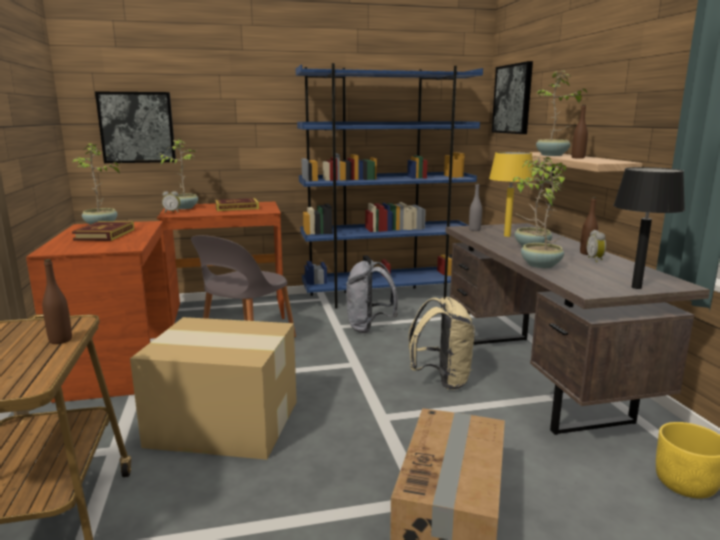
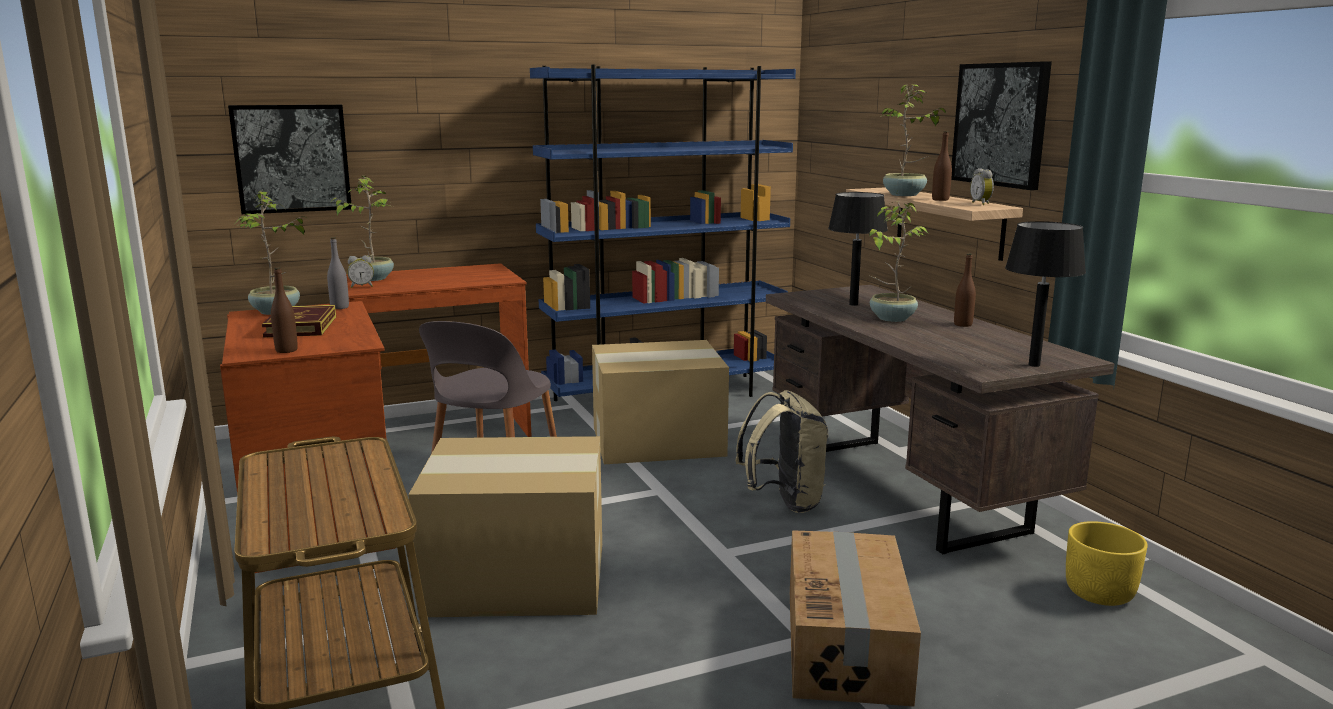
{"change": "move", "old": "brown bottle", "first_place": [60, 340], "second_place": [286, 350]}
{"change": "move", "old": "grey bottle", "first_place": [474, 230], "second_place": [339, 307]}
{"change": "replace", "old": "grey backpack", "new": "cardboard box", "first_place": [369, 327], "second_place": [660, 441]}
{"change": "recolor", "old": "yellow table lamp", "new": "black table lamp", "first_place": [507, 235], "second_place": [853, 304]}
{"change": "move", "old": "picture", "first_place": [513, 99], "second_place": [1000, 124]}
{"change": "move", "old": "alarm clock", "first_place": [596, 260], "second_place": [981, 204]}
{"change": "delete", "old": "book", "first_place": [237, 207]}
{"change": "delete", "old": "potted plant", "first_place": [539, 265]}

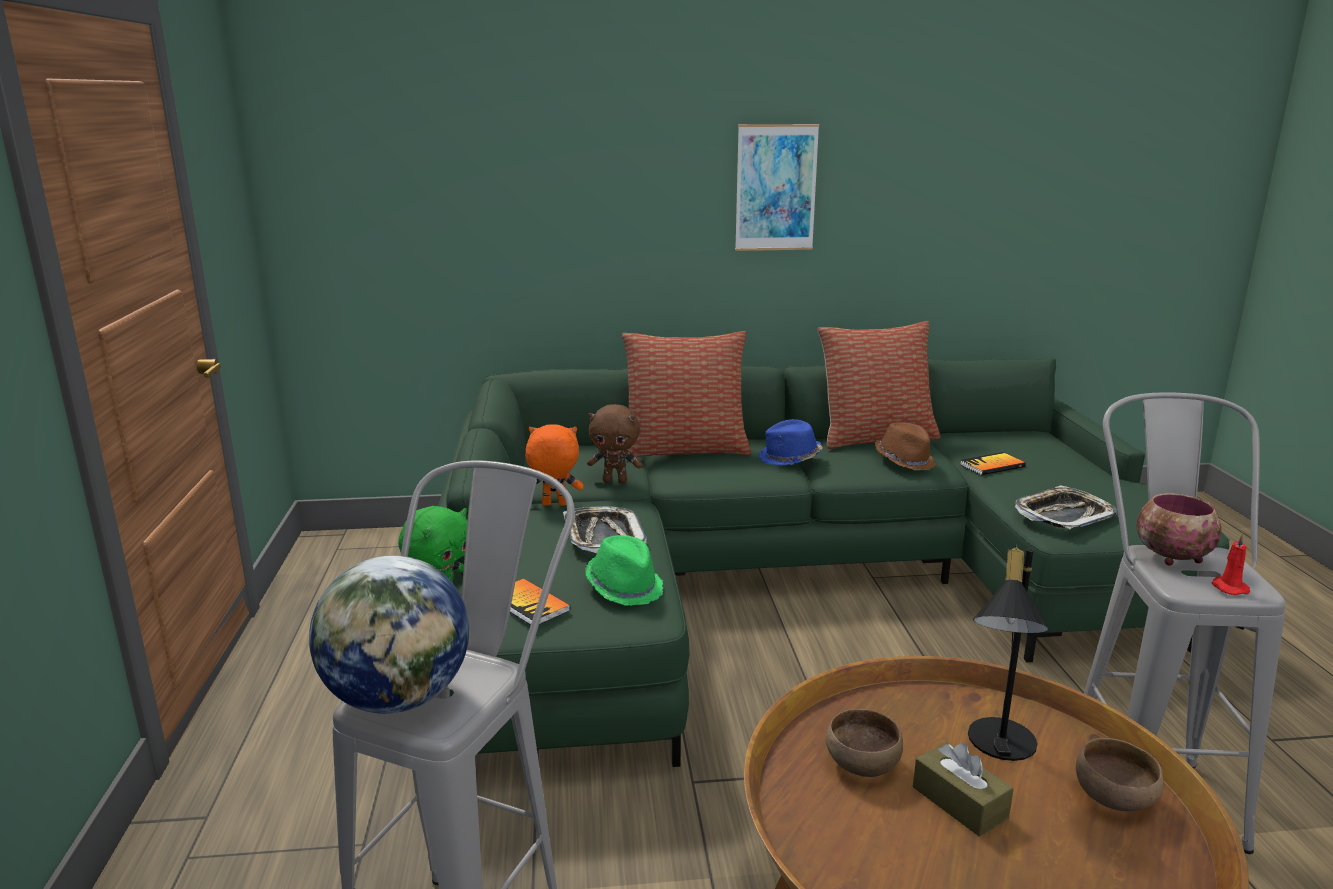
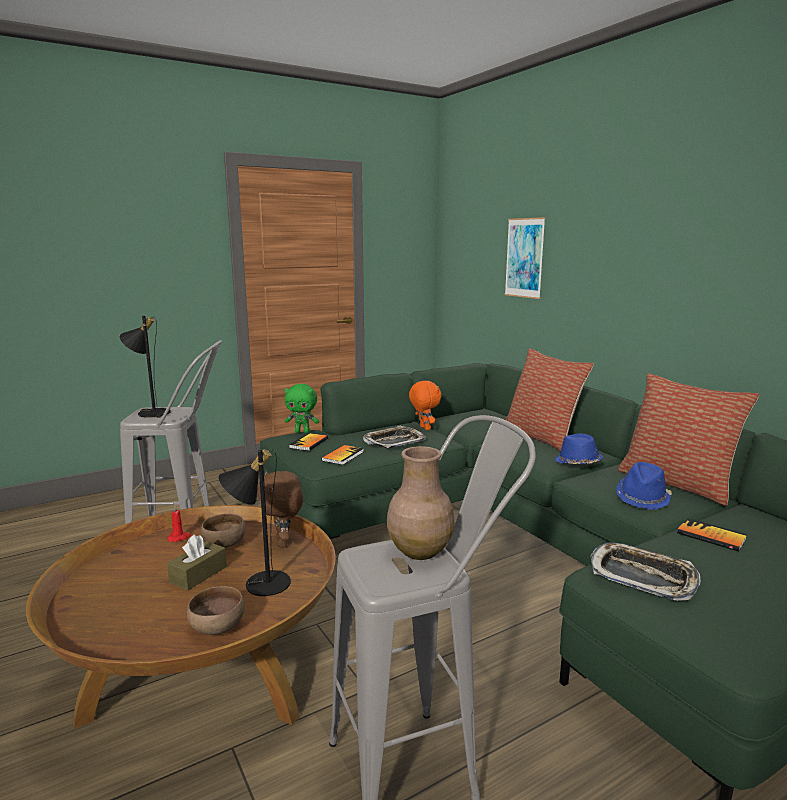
{"change": "replace", "old": "globe", "new": "black table lamp", "first_place": [399, 698], "second_place": [150, 412]}
{"change": "move", "old": "red candle", "first_place": [1228, 587], "second_place": [179, 537]}
{"change": "move", "old": "brown plush toy", "first_place": [615, 481], "second_place": [283, 542]}
{"change": "replace", "old": "green hat", "new": "book", "first_place": [625, 587], "second_place": [343, 456]}
{"change": "replace", "old": "bowl", "new": "brown vase", "first_place": [1172, 557], "second_place": [419, 551]}
{"change": "move", "old": "picture", "first_place": [776, 188], "second_place": [524, 258]}
{"change": "recolor", "old": "brown hat", "new": "blue hat", "first_place": [904, 461], "second_place": [643, 497]}

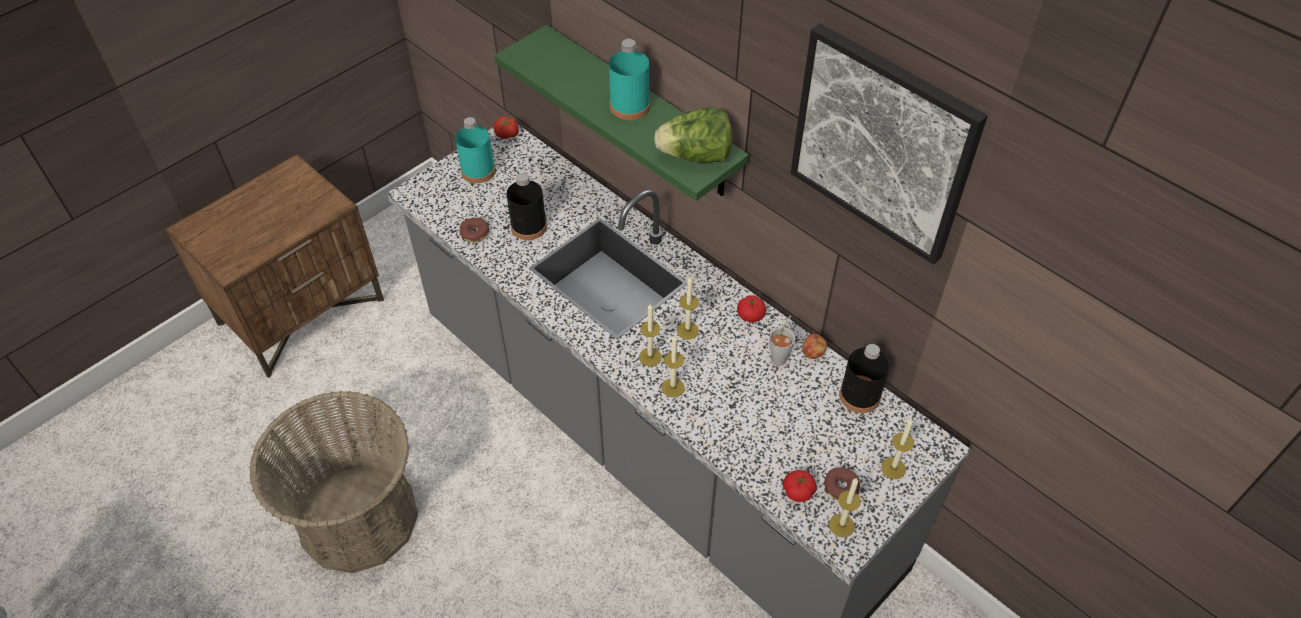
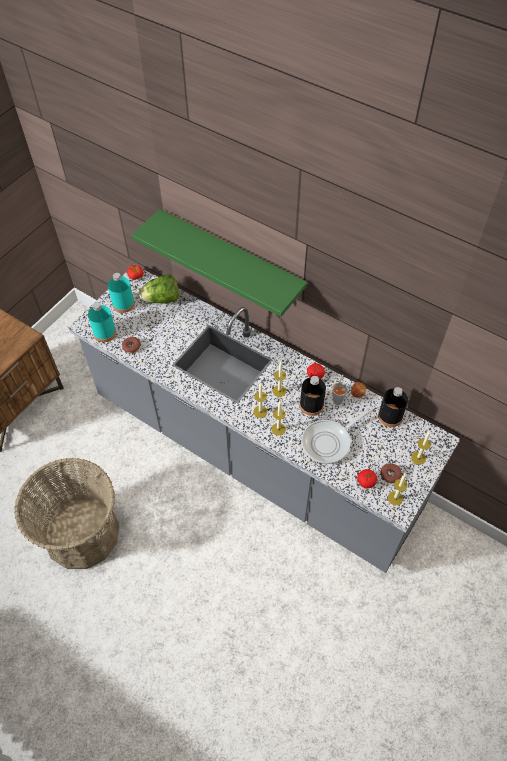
{"change": "move", "old": "turquoise bottle", "first_place": [629, 106], "second_place": [105, 333]}
{"change": "move", "old": "lettuce", "first_place": [695, 156], "second_place": [162, 299]}
{"change": "move", "old": "black bottle", "first_place": [529, 227], "second_place": [311, 405]}
{"change": "insert", "new": "frying pan", "second_place": [329, 441]}
{"change": "delete", "old": "picture", "first_place": [882, 144]}

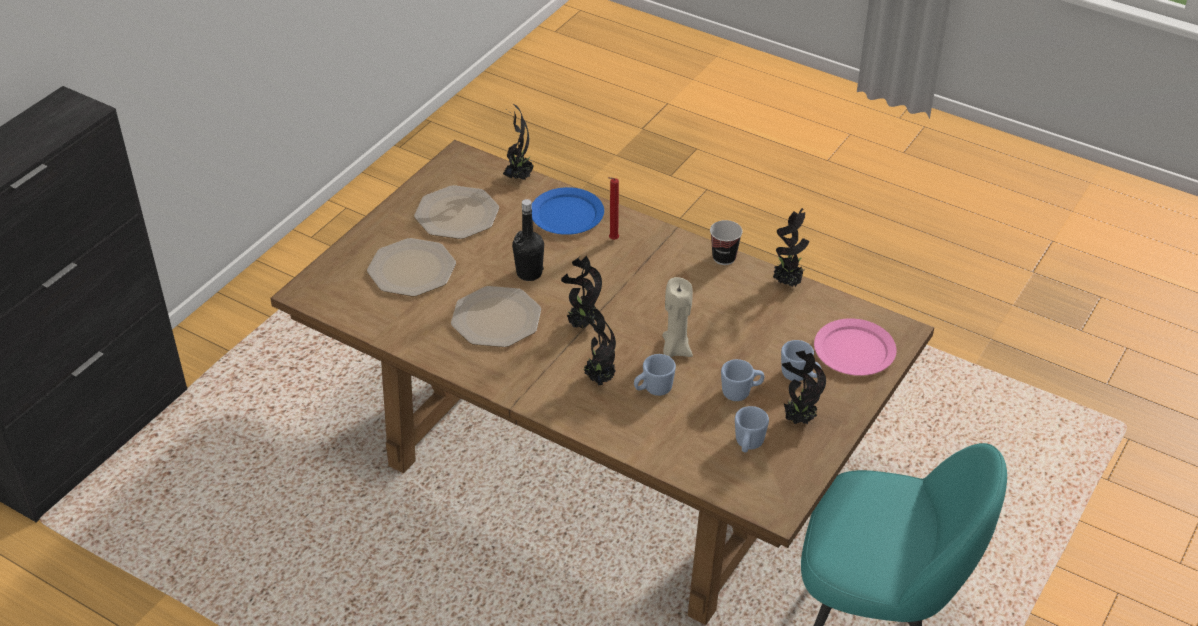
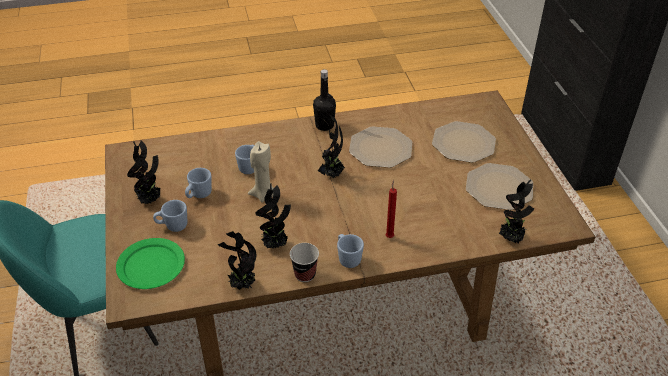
{"change": "recolor", "old": "pink plate", "new": "green plate", "first_place": [854, 350], "second_place": [151, 266]}
{"change": "move", "old": "potted plant", "first_place": [598, 379], "second_place": [275, 245]}
{"change": "move", "old": "black bottle", "first_place": [529, 273], "second_place": [324, 125]}
{"change": "move", "old": "blue mug", "first_place": [748, 445], "second_place": [347, 258]}
{"change": "delete", "old": "blue plate", "first_place": [567, 214]}

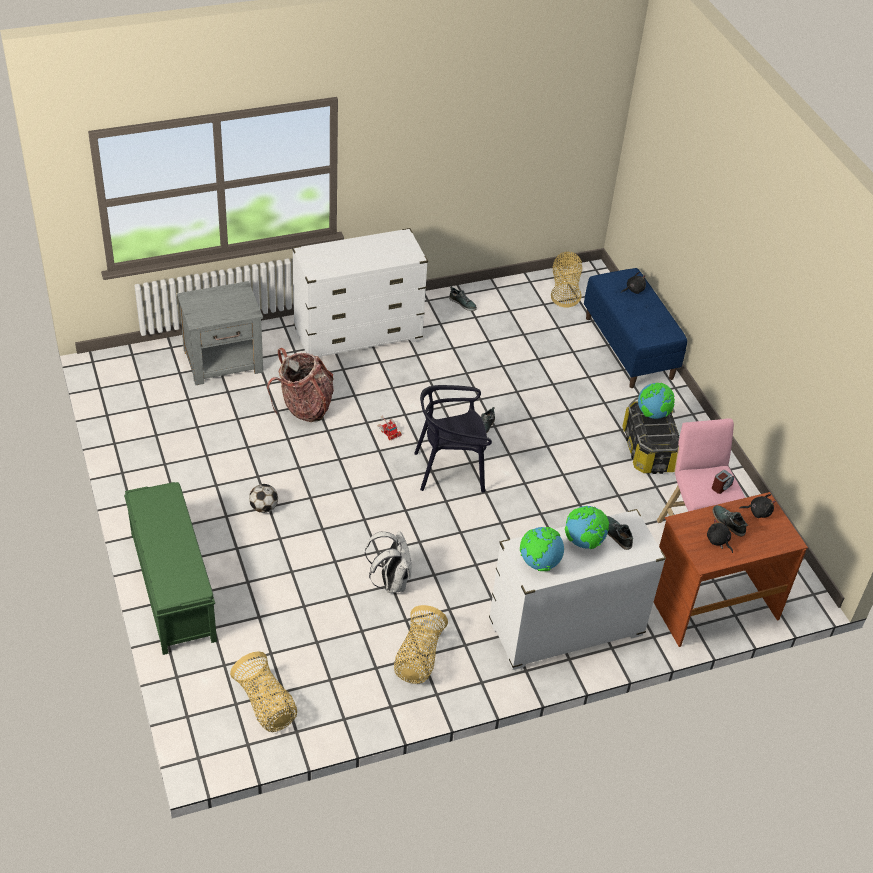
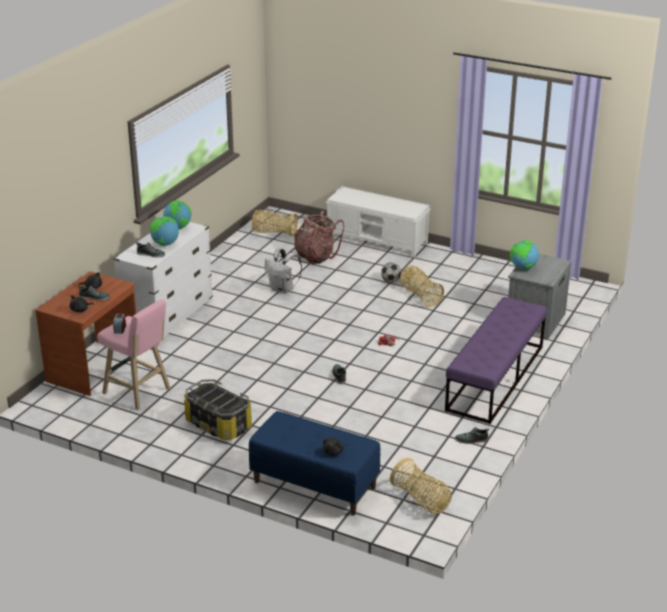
{"change": "move", "old": "backpack", "first_place": [304, 407], "second_place": [316, 256]}
{"change": "recolor", "old": "green bench", "new": "white bench", "first_place": [172, 586], "second_place": [377, 240]}
{"change": "move", "old": "basket", "first_place": [418, 657], "second_place": [420, 295]}
{"change": "replace", "old": "white dresser", "new": "purple bench", "first_place": [358, 335], "second_place": [495, 378]}
{"change": "move", "old": "globe", "first_place": [653, 414], "second_place": [523, 268]}
{"change": "delete", "old": "black chair", "first_place": [450, 470]}

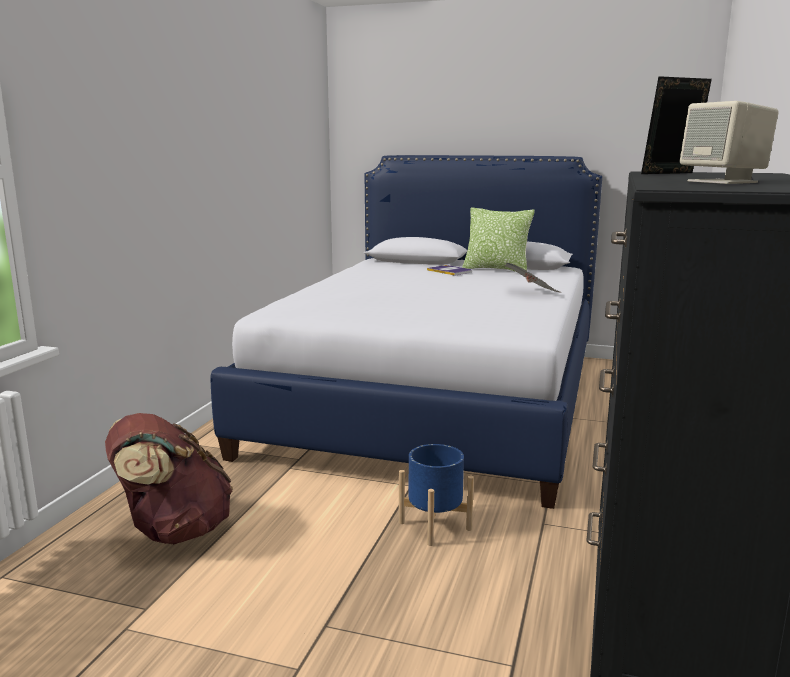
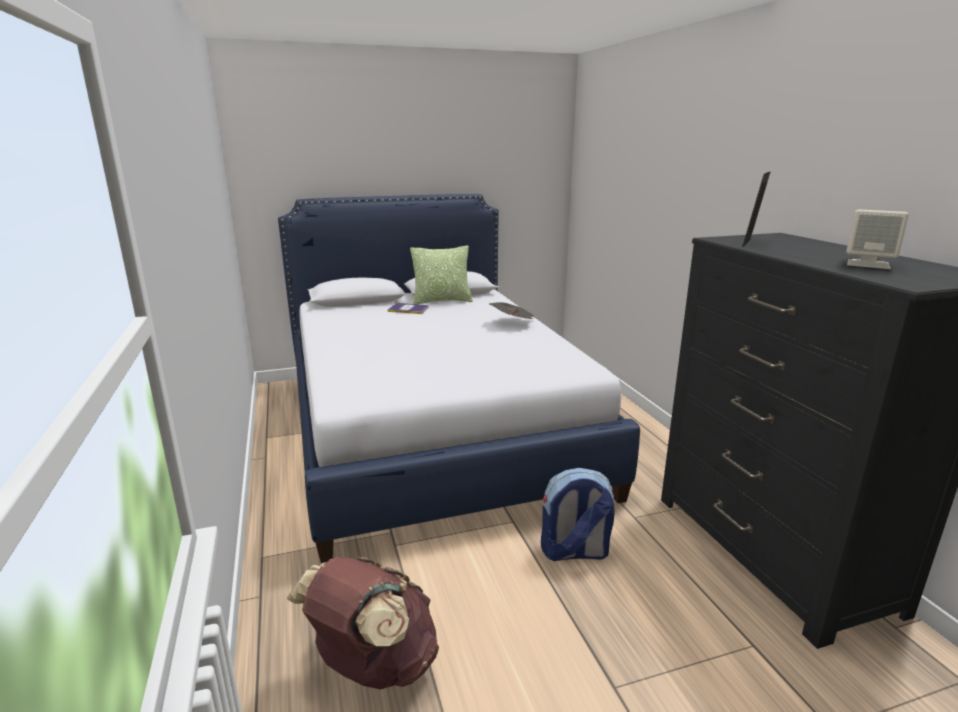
{"change": "replace", "old": "blue planter", "new": "backpack", "first_place": [435, 526], "second_place": [574, 552]}

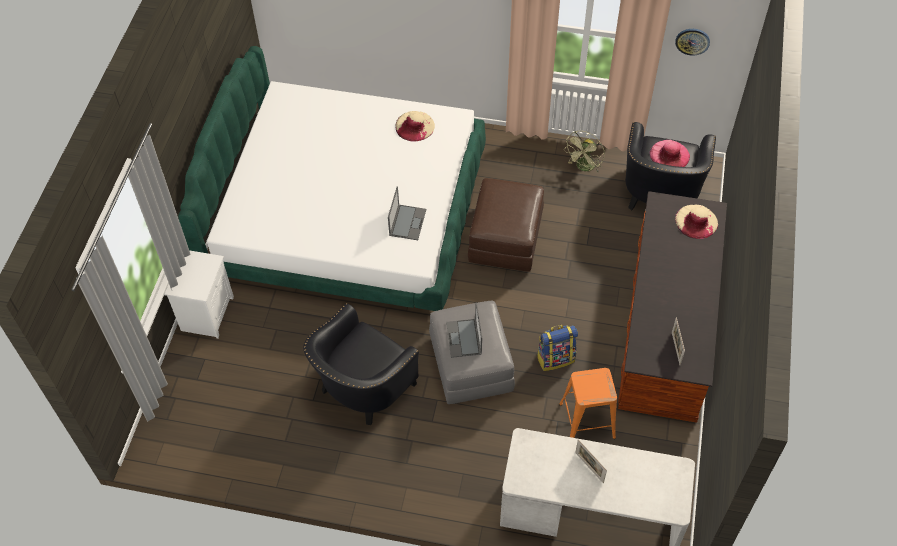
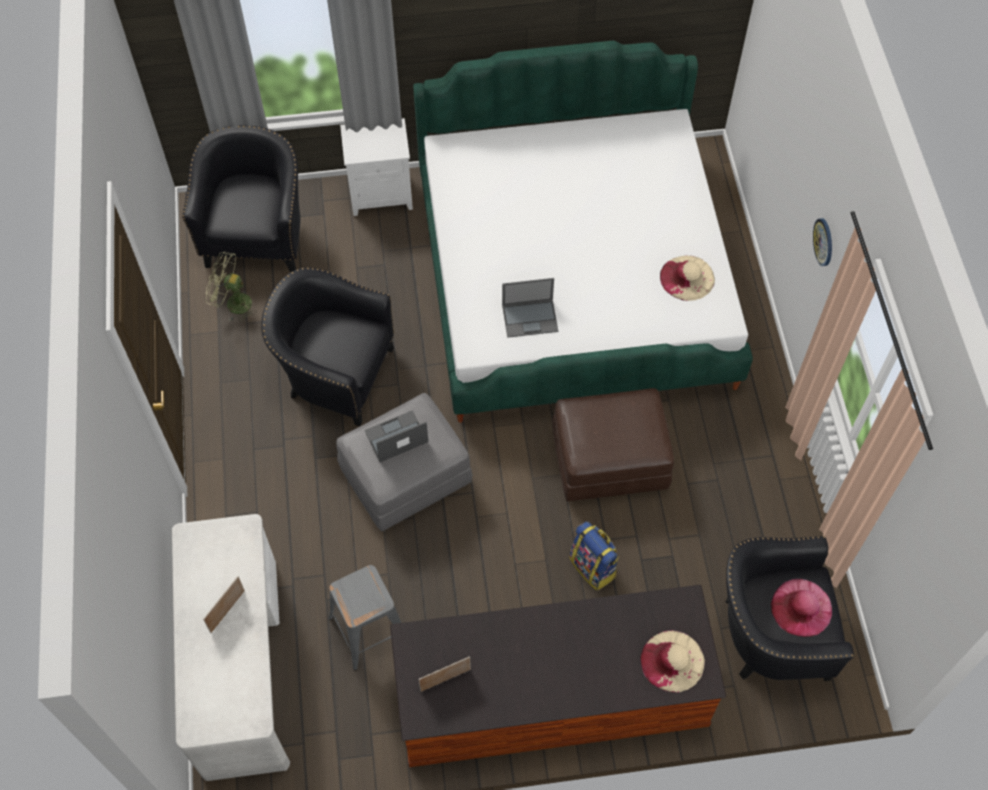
{"change": "insert", "new": "black armchair", "second_place": [256, 235]}
{"change": "move", "old": "green fan", "first_place": [584, 168], "second_place": [233, 303]}
{"change": "recolor", "old": "orange stool", "new": "grey stool", "first_place": [587, 420], "second_place": [370, 629]}
{"change": "move", "old": "backpack", "first_place": [555, 358], "second_place": [593, 567]}
{"change": "move", "old": "wall clock", "first_place": [692, 41], "second_place": [824, 242]}

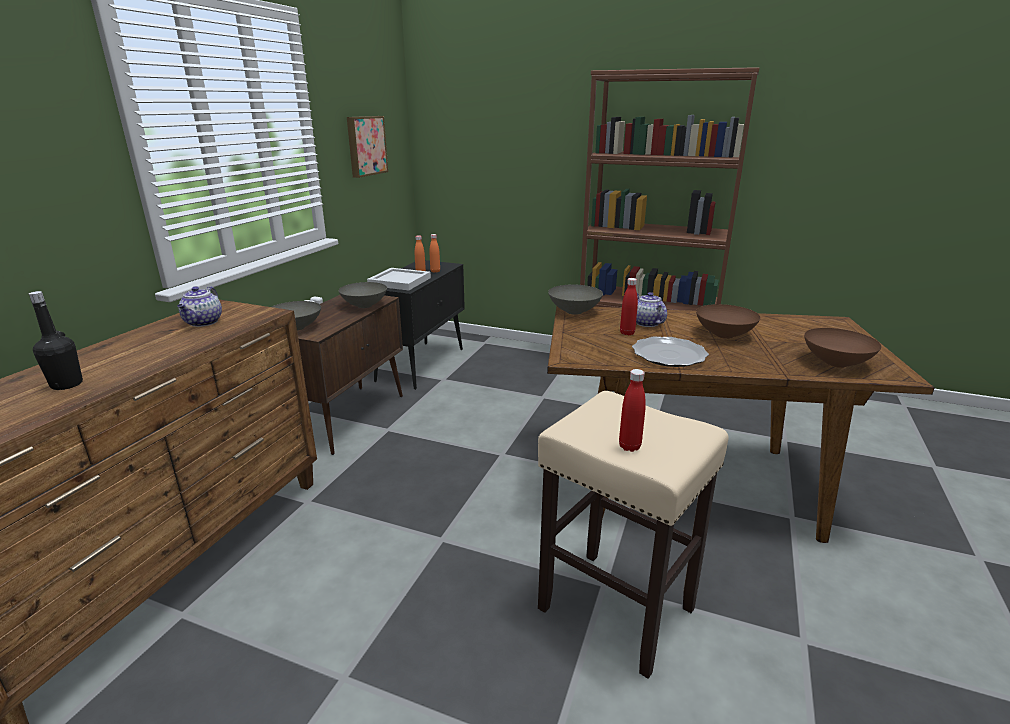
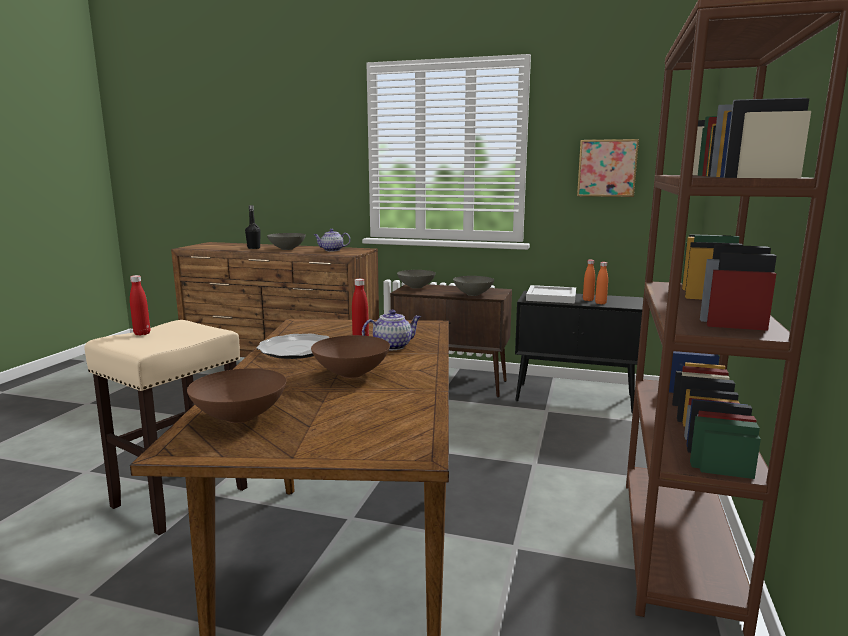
{"change": "move", "old": "grey bowl", "first_place": [574, 312], "second_place": [286, 249]}

